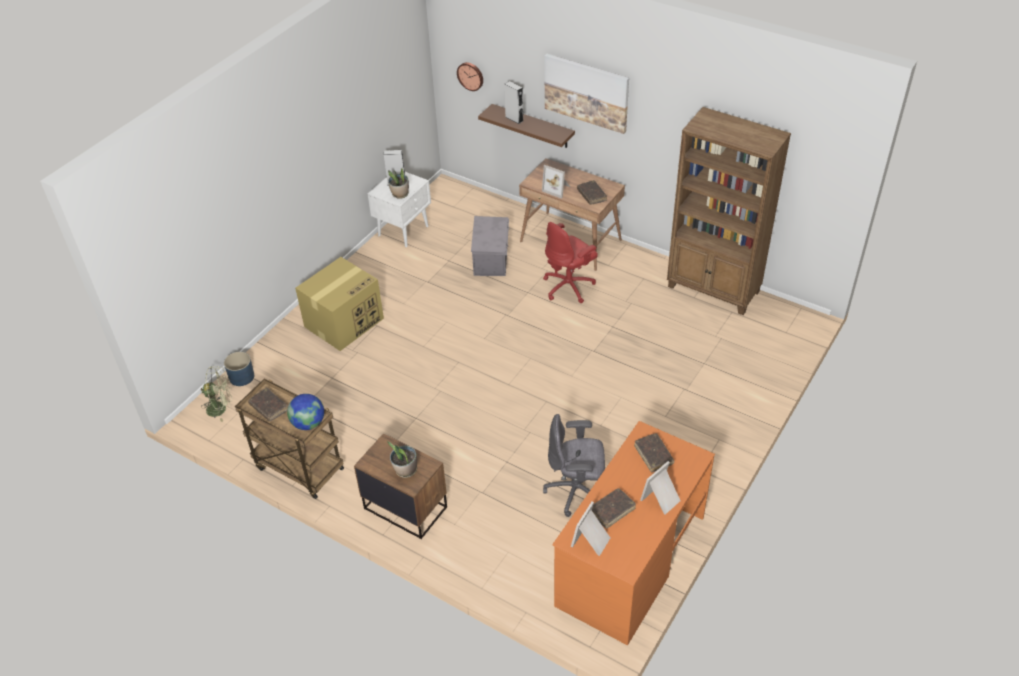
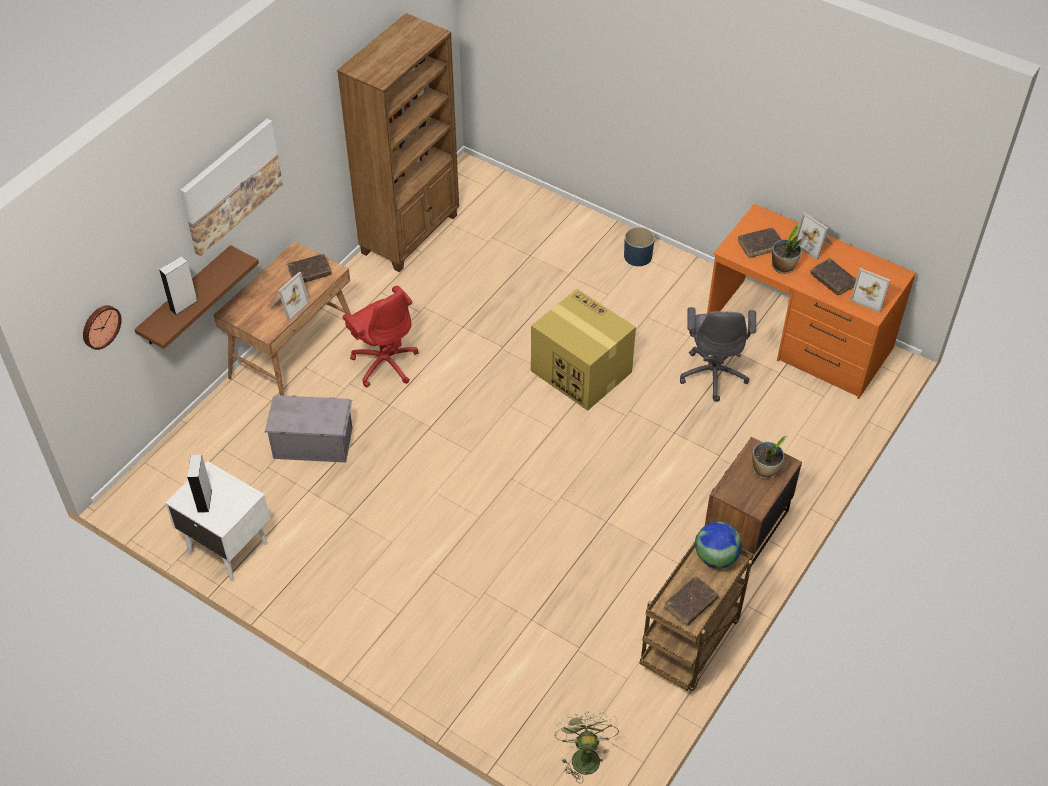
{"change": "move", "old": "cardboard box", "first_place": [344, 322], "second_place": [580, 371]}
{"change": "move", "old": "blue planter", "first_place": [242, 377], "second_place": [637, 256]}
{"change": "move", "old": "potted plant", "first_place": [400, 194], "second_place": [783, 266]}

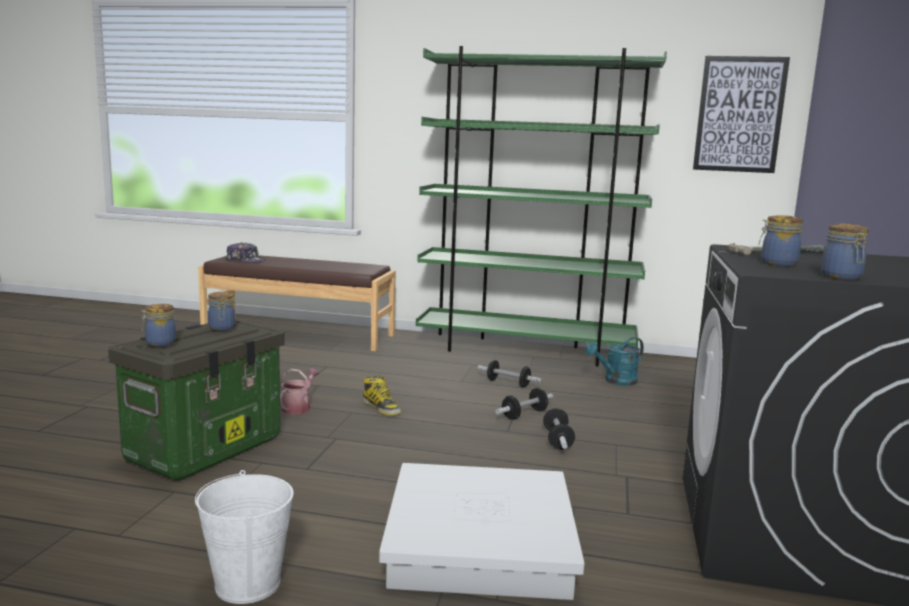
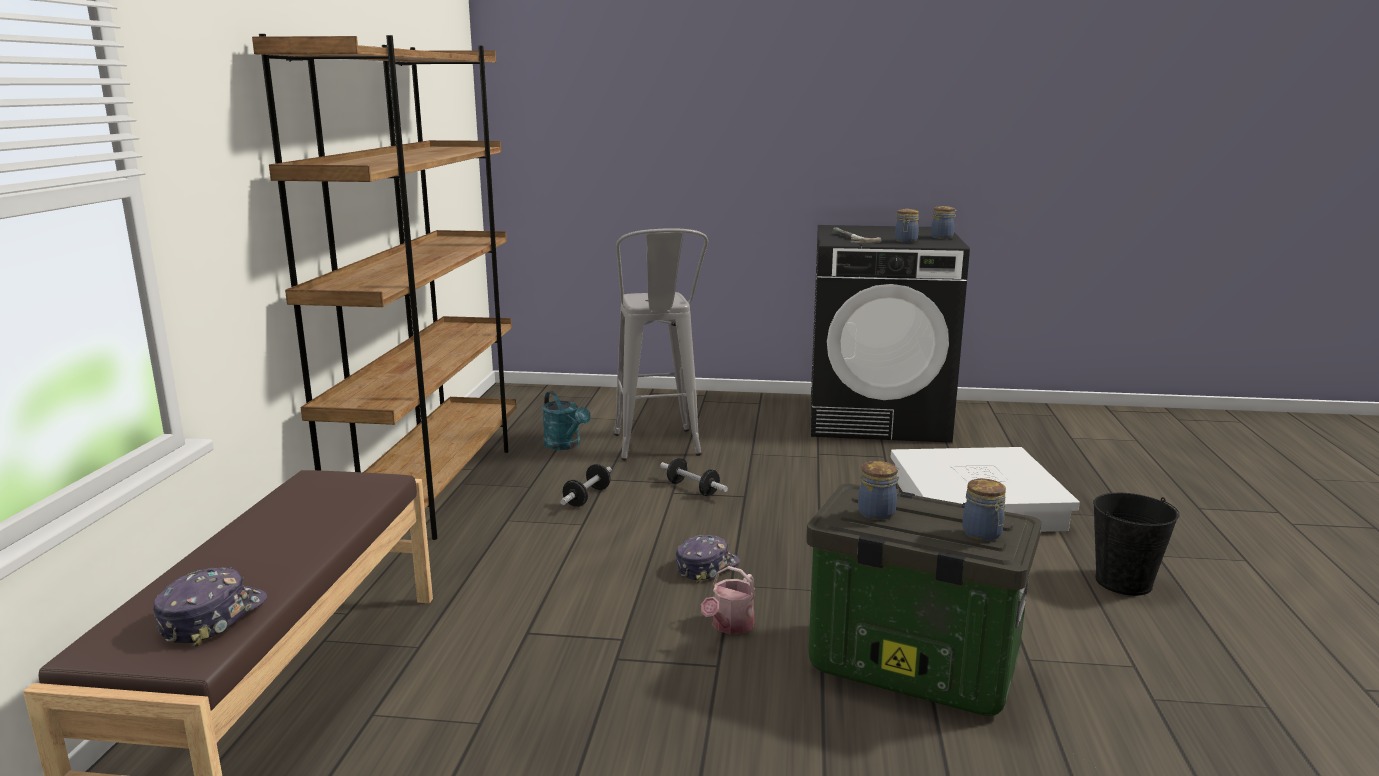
{"change": "recolor", "old": "green bookcase", "new": "brown bookcase", "first_place": [525, 350], "second_place": [433, 488]}
{"change": "insert", "new": "grey stool", "second_place": [658, 451]}
{"change": "replace", "old": "boot", "new": "cap", "first_place": [381, 408], "second_place": [706, 567]}
{"change": "rotate", "old": "watering can", "first_place": [298, 407], "second_place": [730, 626], "degrees": -75}
{"change": "recolor", "old": "white bucket", "new": "black bucket", "first_place": [248, 583], "second_place": [1123, 582]}
{"change": "delete", "old": "dumbbell", "first_place": [557, 440]}
{"change": "delete", "old": "picture", "first_place": [739, 114]}

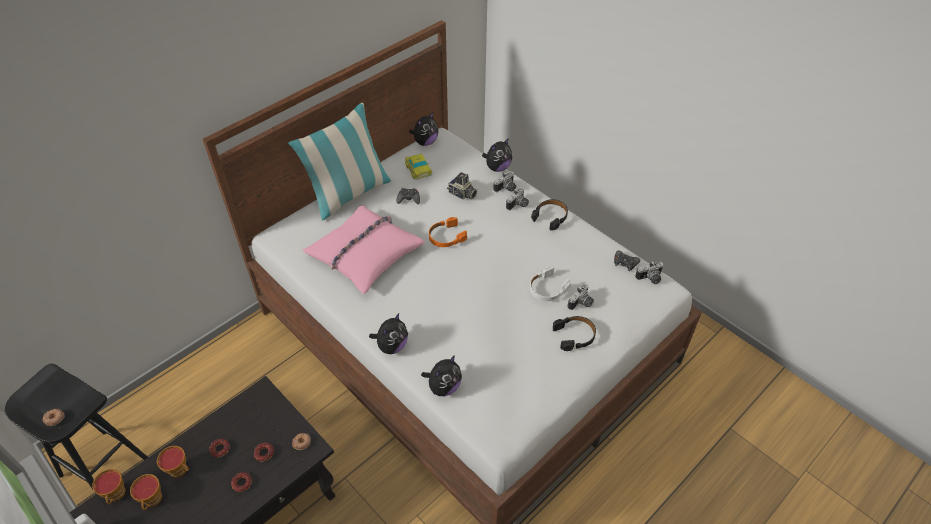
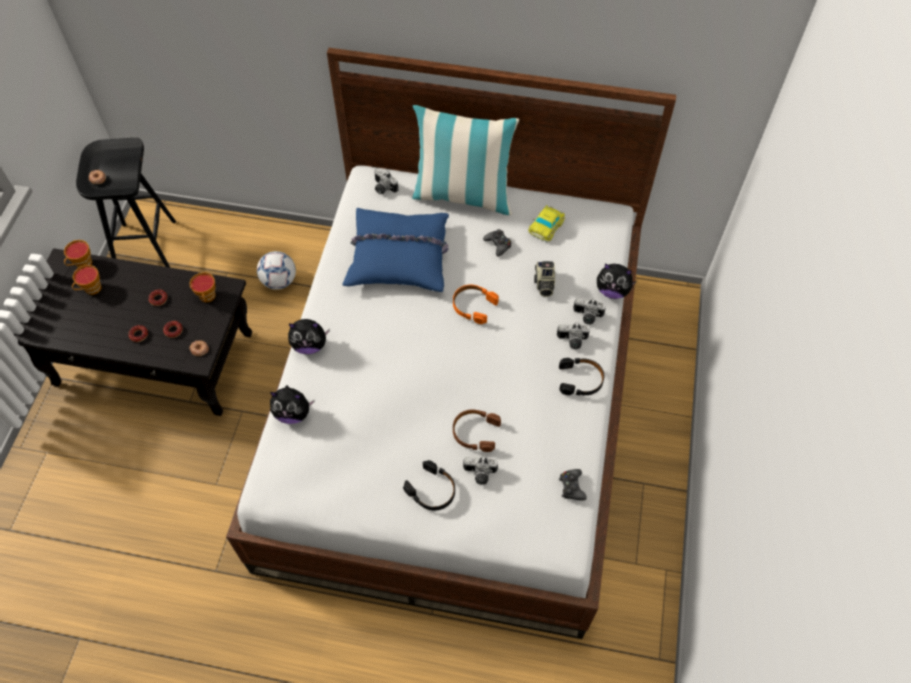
{"change": "move", "old": "cup", "first_place": [180, 470], "second_place": [208, 297]}
{"change": "insert", "new": "football", "second_place": [279, 281]}
{"change": "recolor", "old": "pink pillow", "new": "blue pillow", "first_place": [365, 254], "second_place": [399, 256]}
{"change": "move", "old": "photo camera", "first_place": [650, 279], "second_place": [383, 188]}
{"change": "recolor", "old": "white headphones", "new": "brown headphones", "first_place": [547, 289], "second_place": [475, 432]}
{"change": "delete", "old": "plush toy", "first_place": [425, 142]}

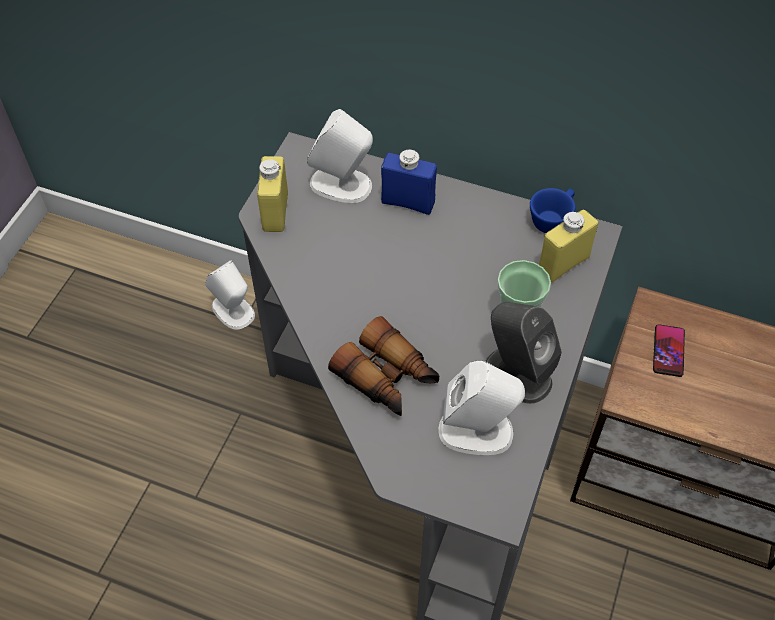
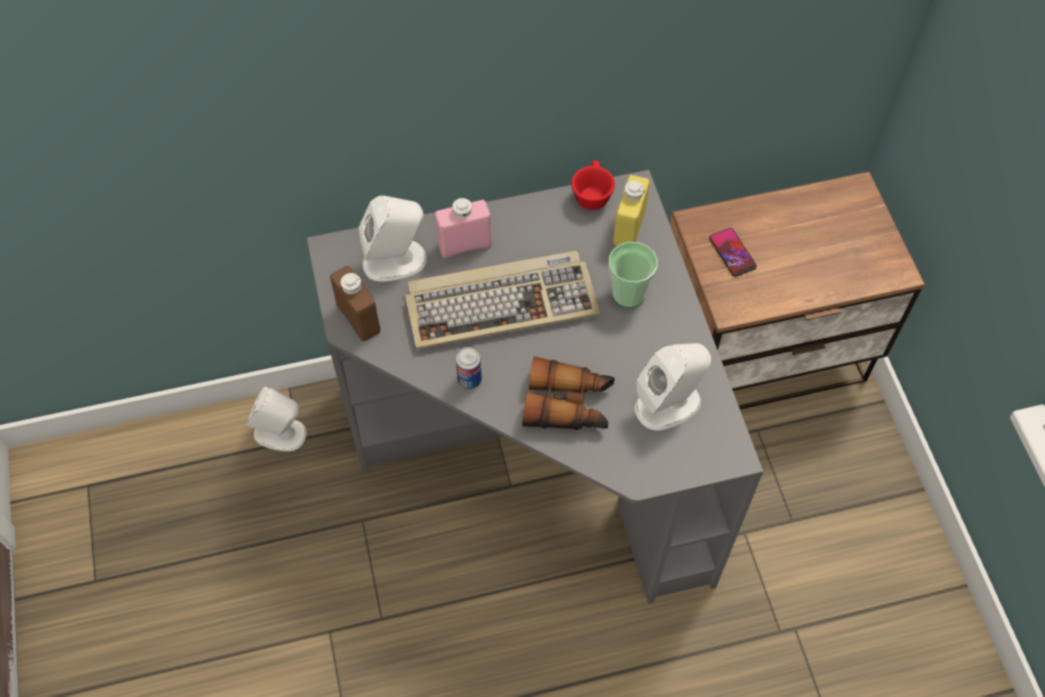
{"change": "recolor", "old": "yellow bottle", "new": "brown bottle", "first_place": [275, 212], "second_place": [358, 318]}
{"change": "insert", "new": "keyboard", "second_place": [501, 303]}
{"change": "recolor", "old": "blue bottle", "new": "pink bottle", "first_place": [408, 202], "second_place": [464, 245]}
{"change": "insert", "new": "can", "second_place": [469, 379]}
{"change": "recolor", "old": "blue cup", "new": "red cup", "first_place": [552, 219], "second_place": [591, 194]}
{"change": "delete", "old": "grey speaker", "first_place": [516, 374]}

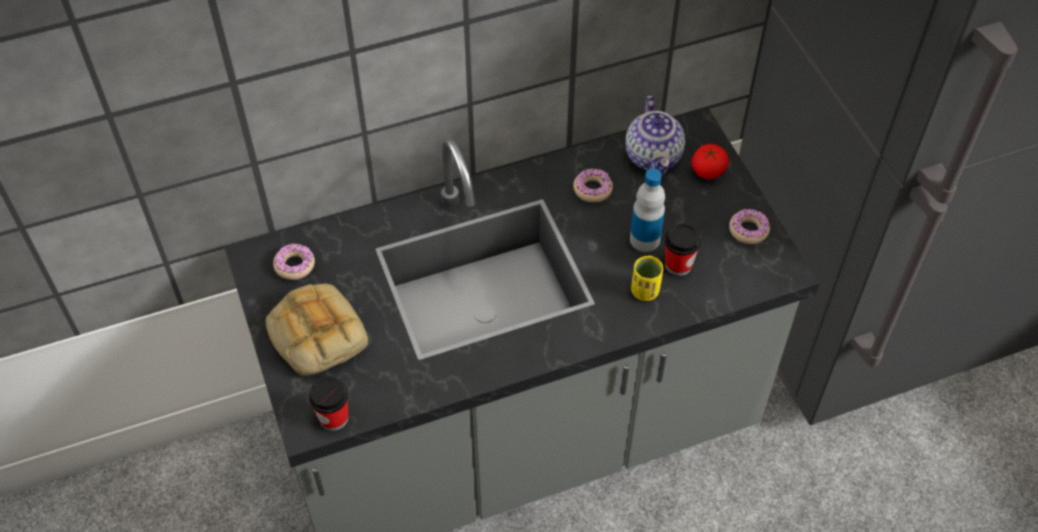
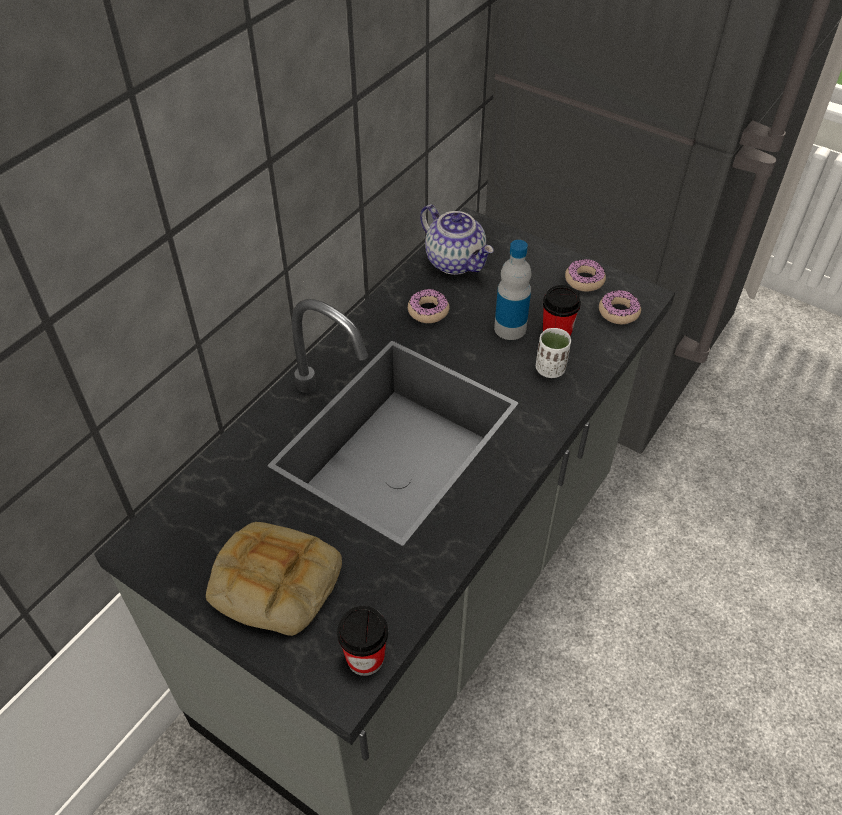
{"change": "recolor", "old": "yellow cup", "new": "white cup", "first_place": [645, 291], "second_place": [550, 369]}
{"change": "move", "old": "donut", "first_place": [294, 265], "second_place": [618, 312]}
{"change": "delete", "old": "tomato", "first_place": [708, 170]}

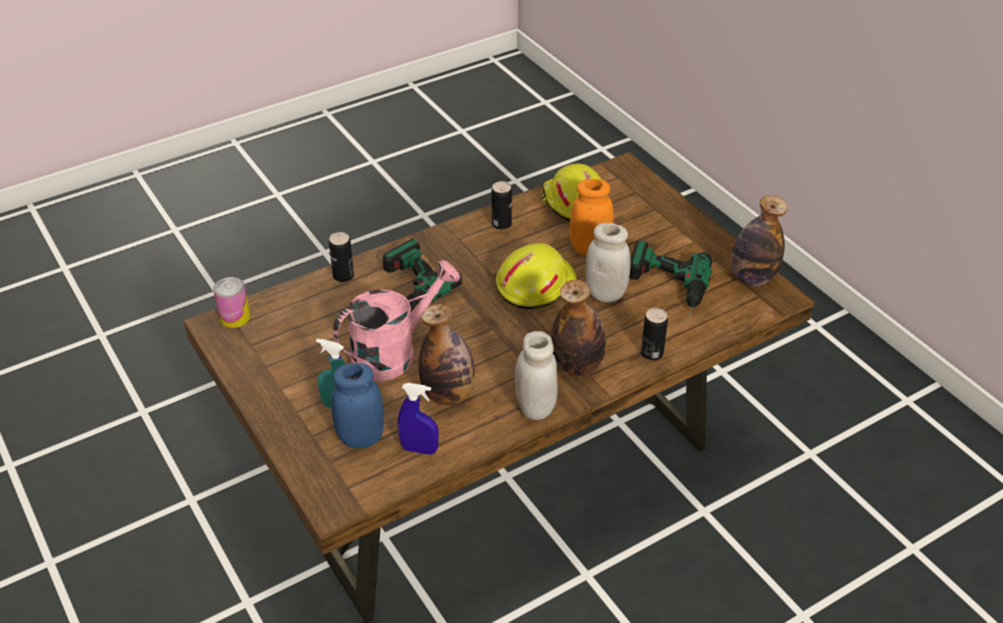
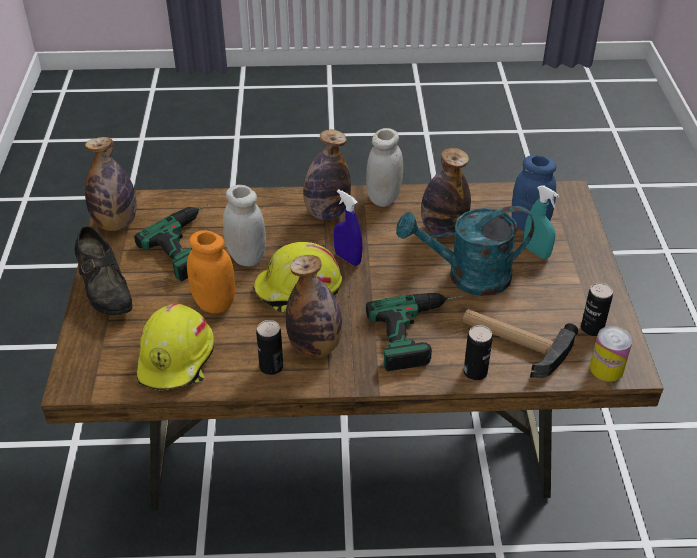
{"change": "insert", "new": "black shoe", "second_place": [106, 293]}
{"change": "insert", "new": "bottle", "second_place": [315, 347]}
{"change": "move", "old": "blue spray bottle", "first_place": [419, 449], "second_place": [347, 258]}
{"change": "recolor", "old": "pink watering can", "new": "turquoise watering can", "first_place": [394, 352], "second_place": [467, 277]}
{"change": "insert", "new": "hammer", "second_place": [513, 341]}
{"change": "move", "old": "can", "first_place": [652, 353], "second_place": [592, 328]}

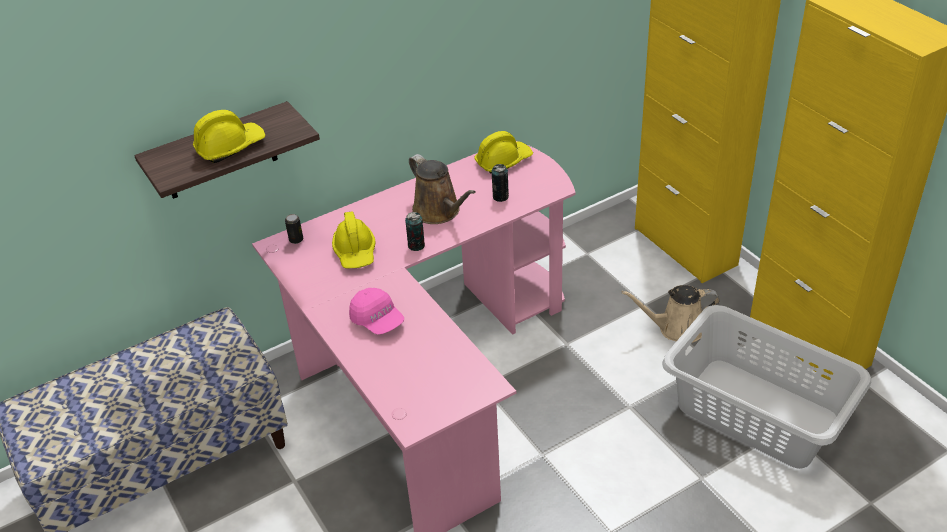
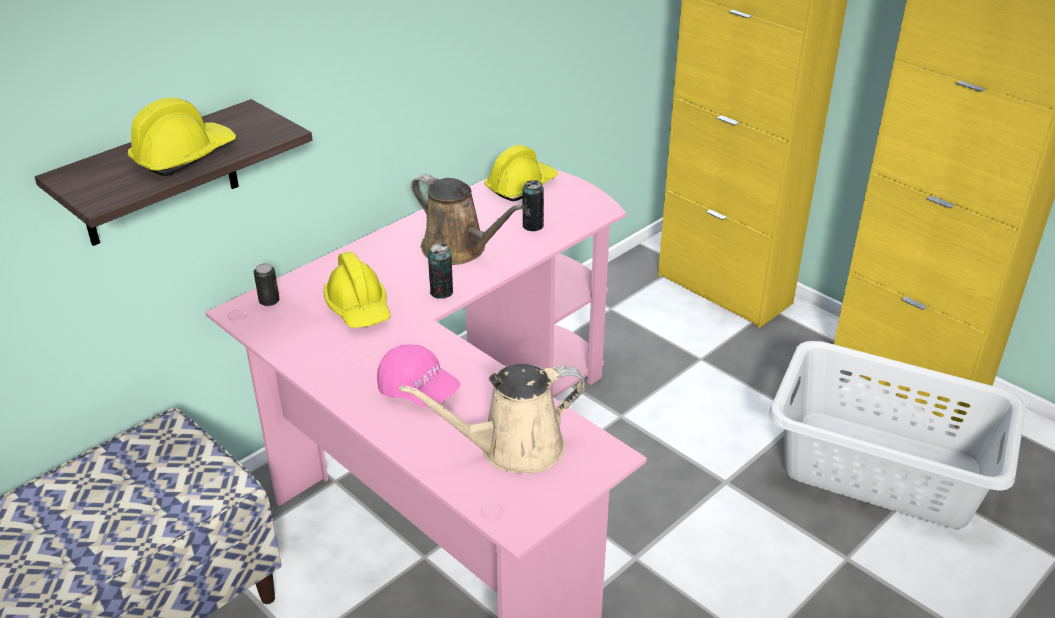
{"change": "move", "old": "beige watering can", "first_place": [676, 328], "second_place": [513, 448]}

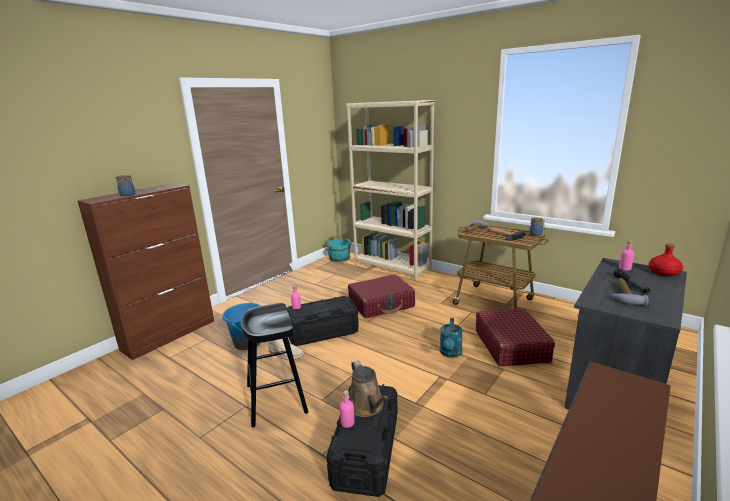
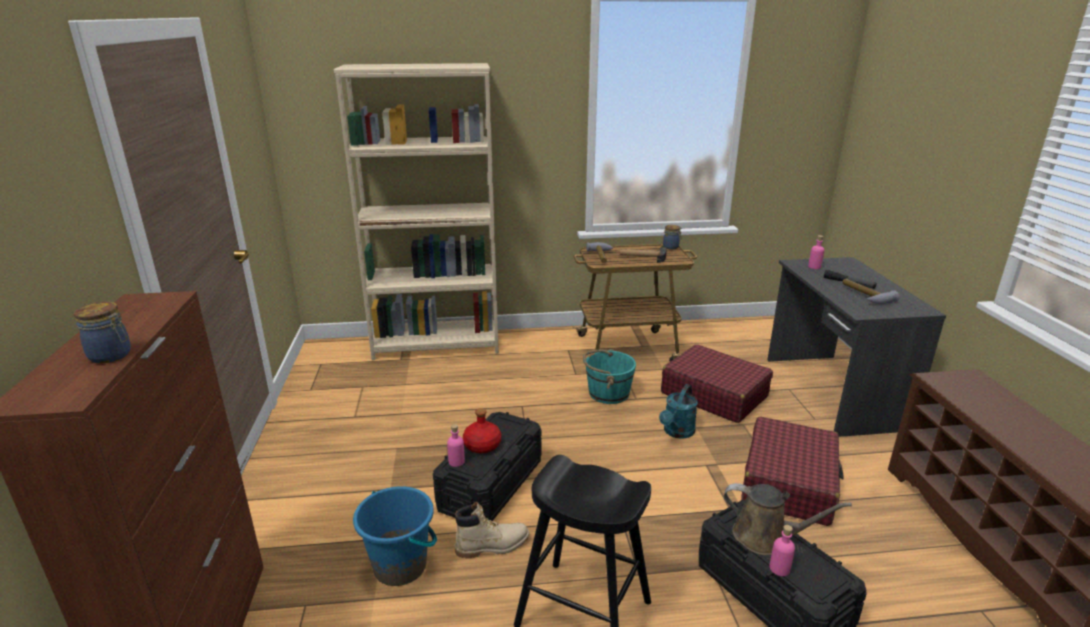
{"change": "move", "old": "red bottle", "first_place": [664, 272], "second_place": [482, 445]}
{"change": "move", "old": "turquoise bucket", "first_place": [339, 258], "second_place": [608, 393]}
{"change": "rotate", "old": "turquoise watering can", "first_place": [450, 353], "second_place": [677, 432], "degrees": 60}
{"change": "move", "old": "red suitcase", "first_place": [381, 304], "second_place": [789, 483]}

